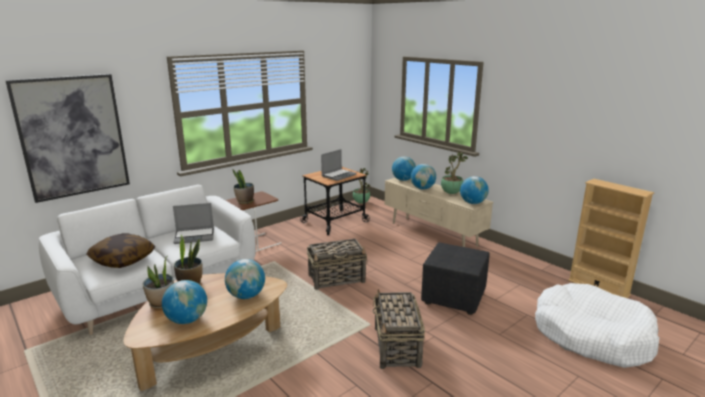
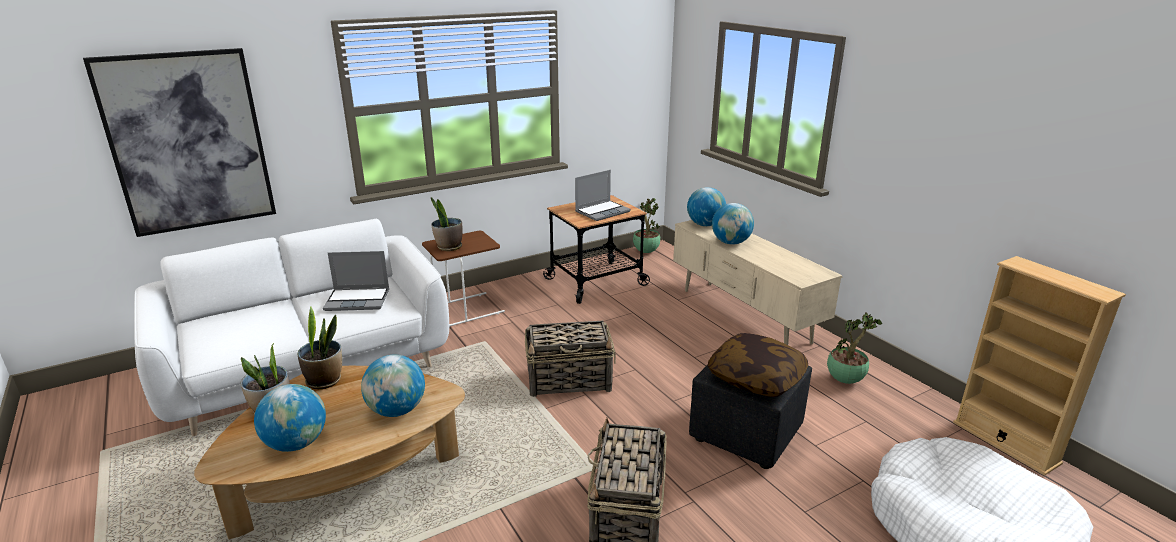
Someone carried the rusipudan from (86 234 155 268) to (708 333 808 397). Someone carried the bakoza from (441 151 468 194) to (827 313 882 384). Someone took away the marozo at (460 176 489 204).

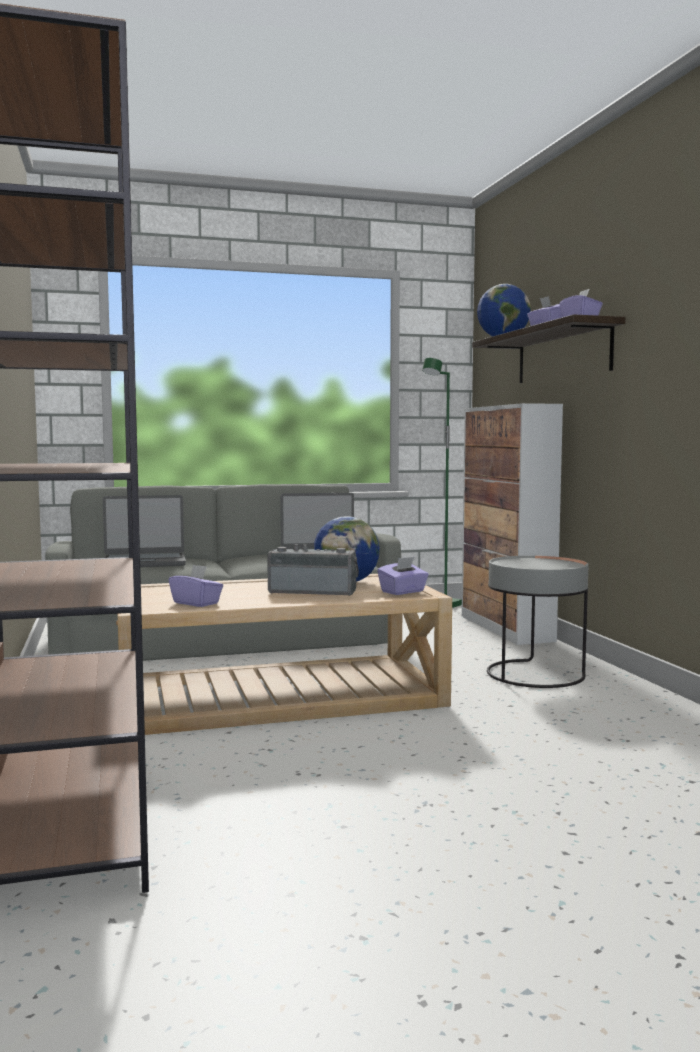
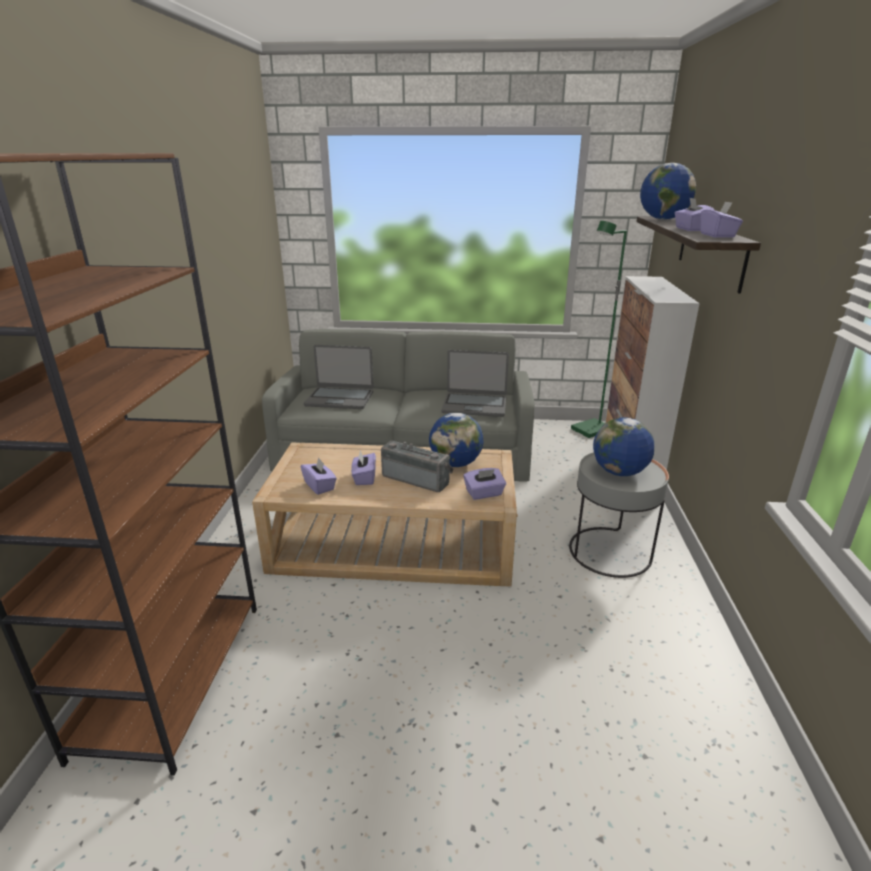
Someone put down the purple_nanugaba at (351 450 376 485). Someone put down the marozo at (593 417 654 476).

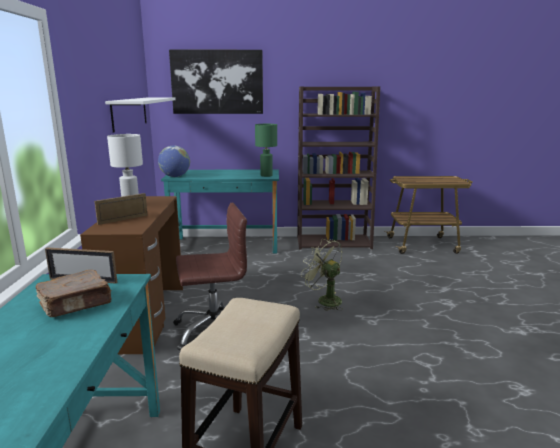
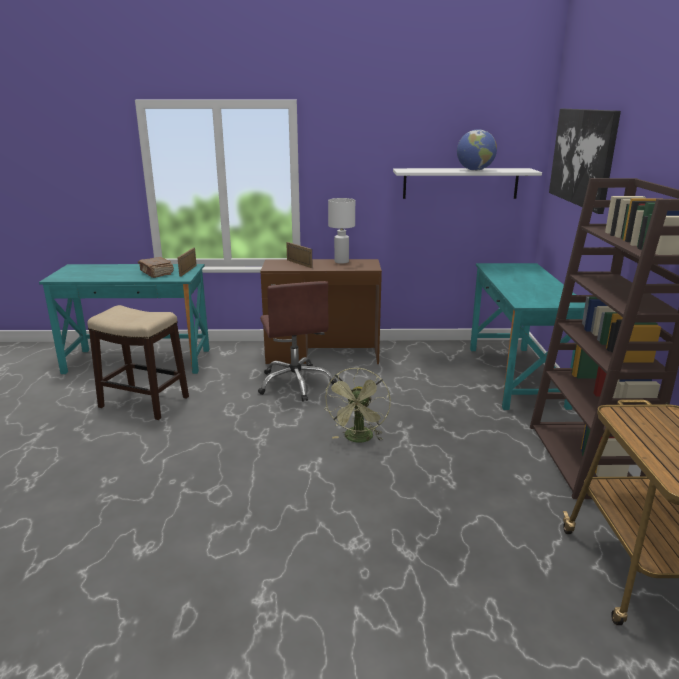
Someone carried the marozo from (158 145 190 177) to (457 129 497 171). Someone took away the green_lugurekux at (255 124 277 177). Someone rotated the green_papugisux at (301 239 343 311) by 150 degrees clockwise.

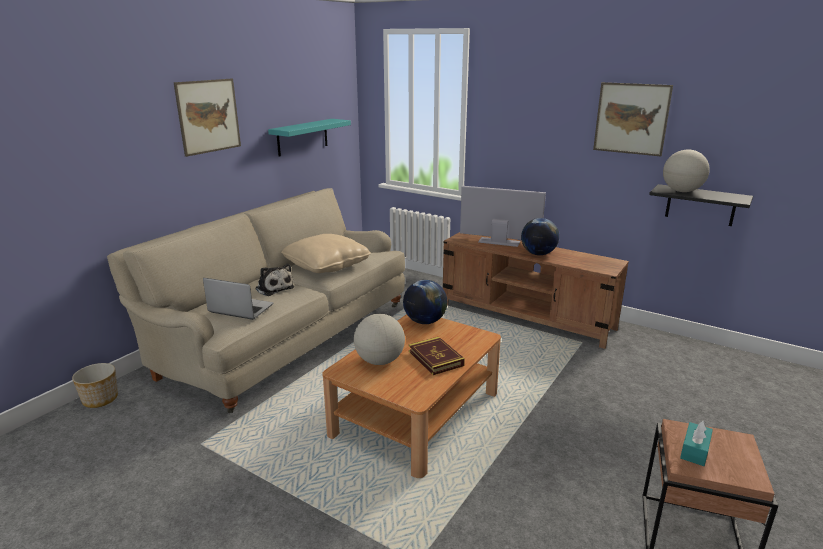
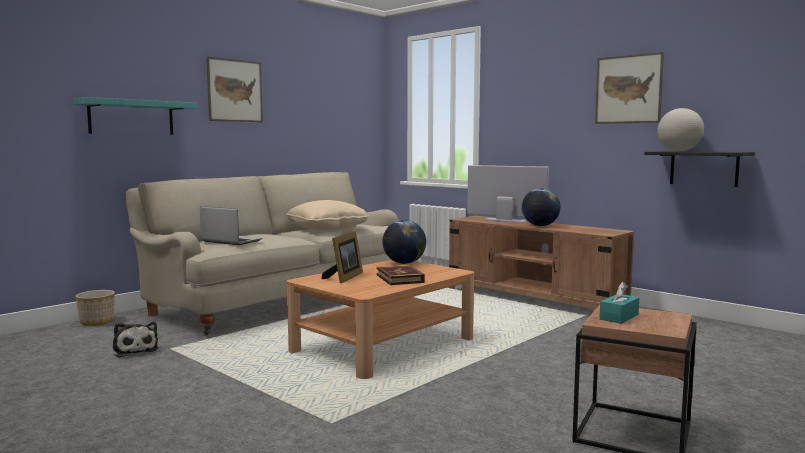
Someone carried the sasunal from (255 263 294 296) to (113 322 158 358). Someone carried the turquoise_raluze from (268 119 351 157) to (73 97 197 135). Someone swapped the marozo at (354 314 405 365) for the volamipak at (321 231 363 283).

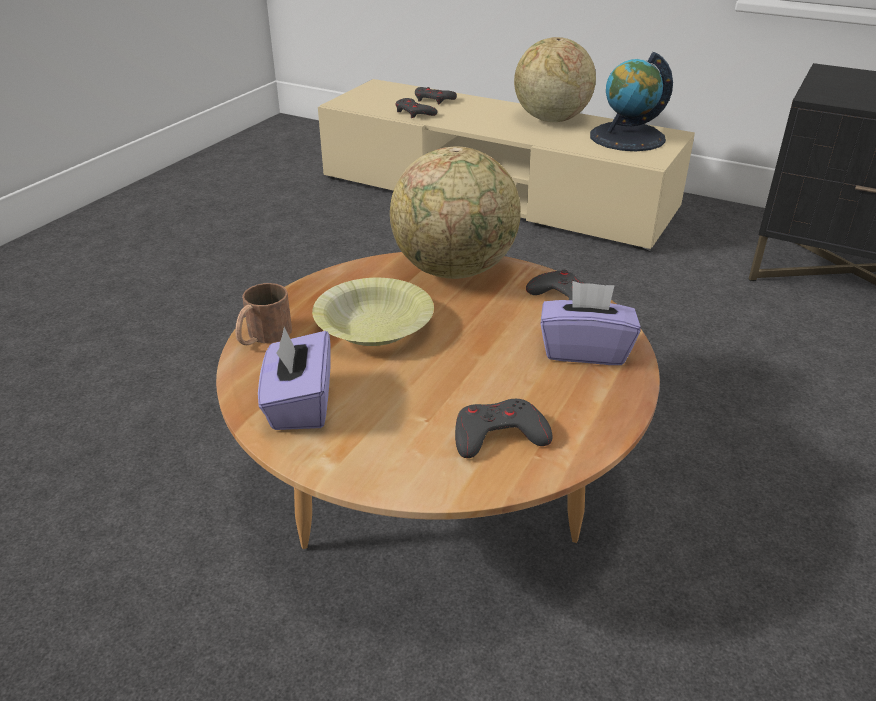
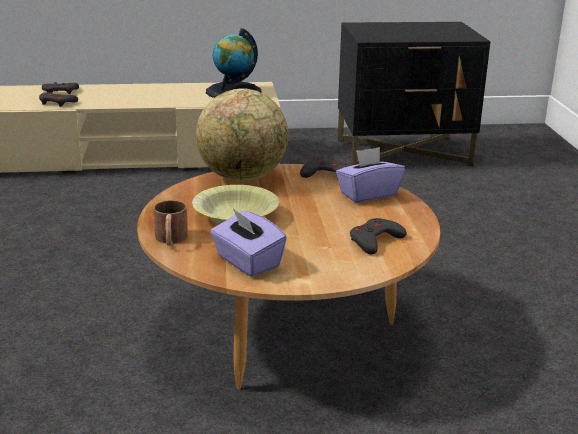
Someone took away the marozo at (514 37 596 122).

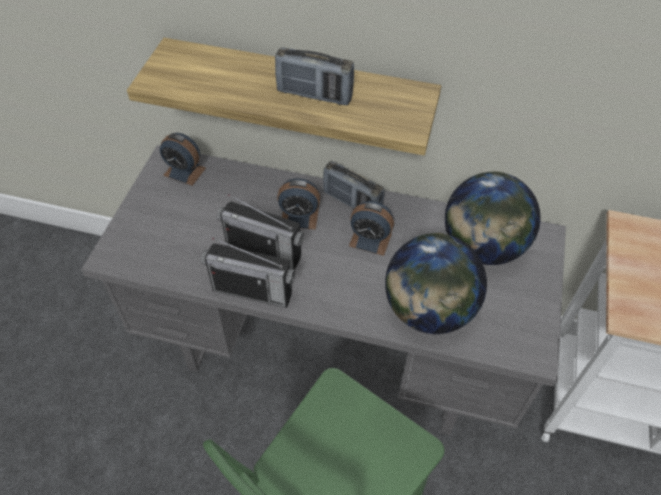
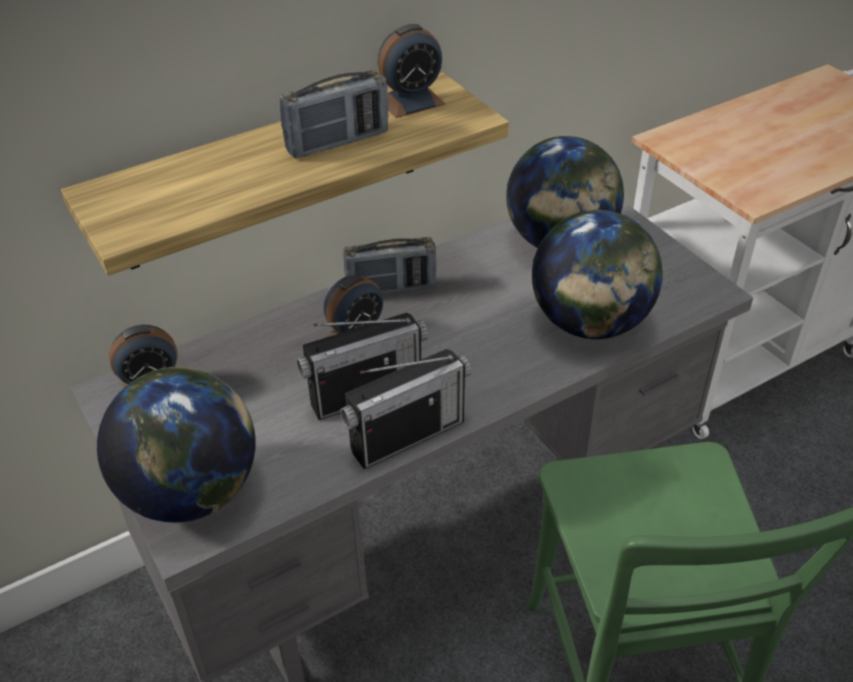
Someone carried the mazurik from (349 201 394 256) to (378 24 446 118). Someone put down the marozo at (97 367 255 523).

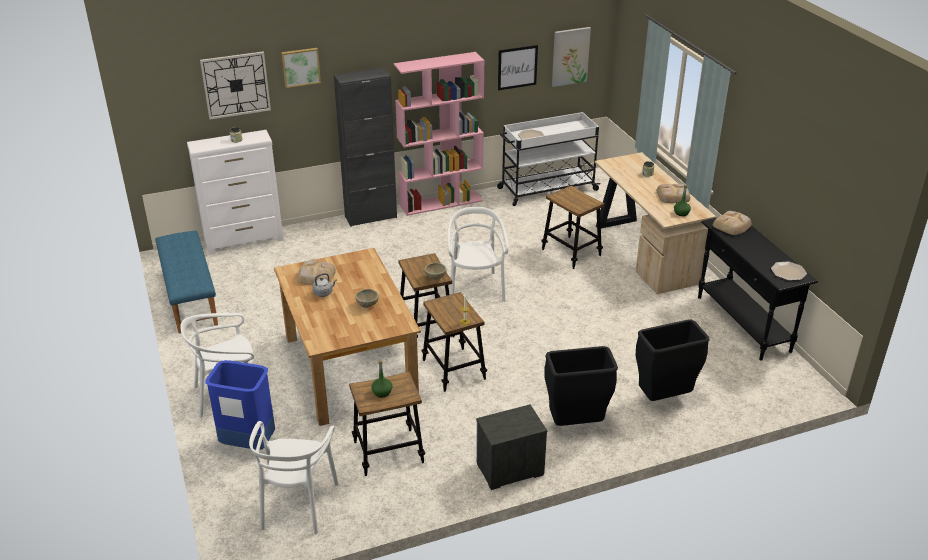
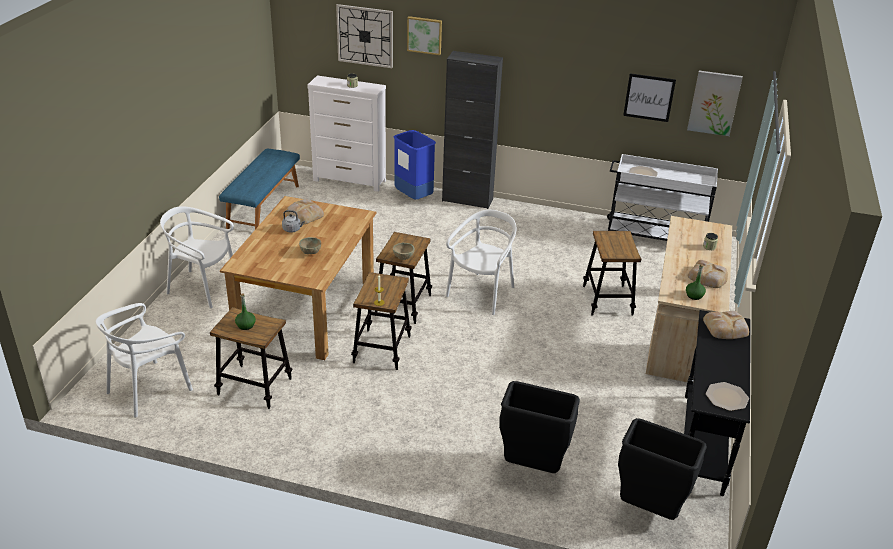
Someone carried the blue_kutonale from (205 360 275 449) to (393 130 436 200). Someone took away the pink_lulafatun at (394 52 485 216). Someone took away the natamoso at (476 404 547 490). Someone carried the black_kutonale from (544 346 618 426) to (618 418 707 520).

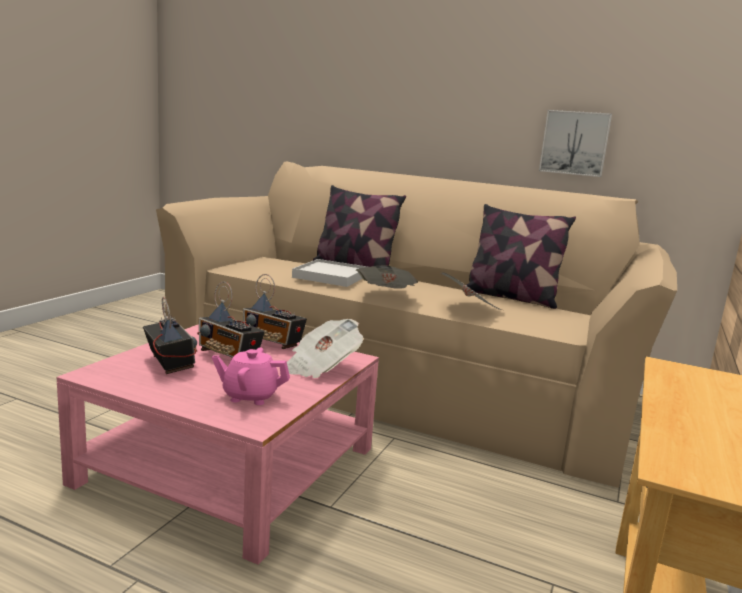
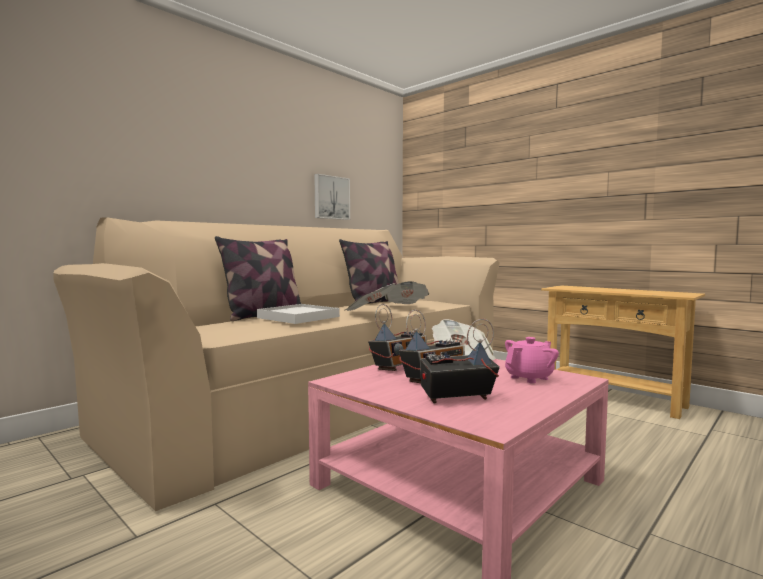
Someone rotated the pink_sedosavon at (212 347 290 405) by 150 degrees counterclockwise.

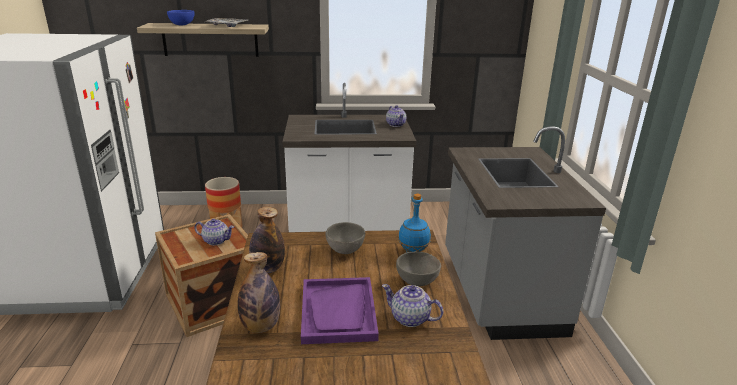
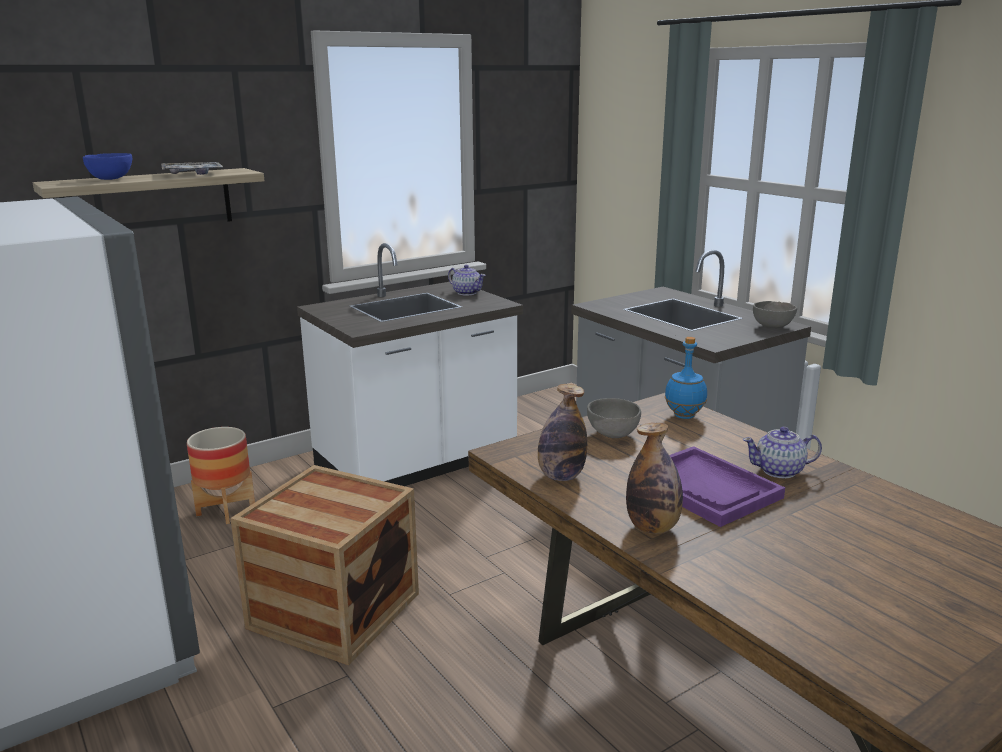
Someone took away the sedosavon at (194 219 234 245). Someone carried the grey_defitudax from (396 252 441 286) to (753 301 797 328).

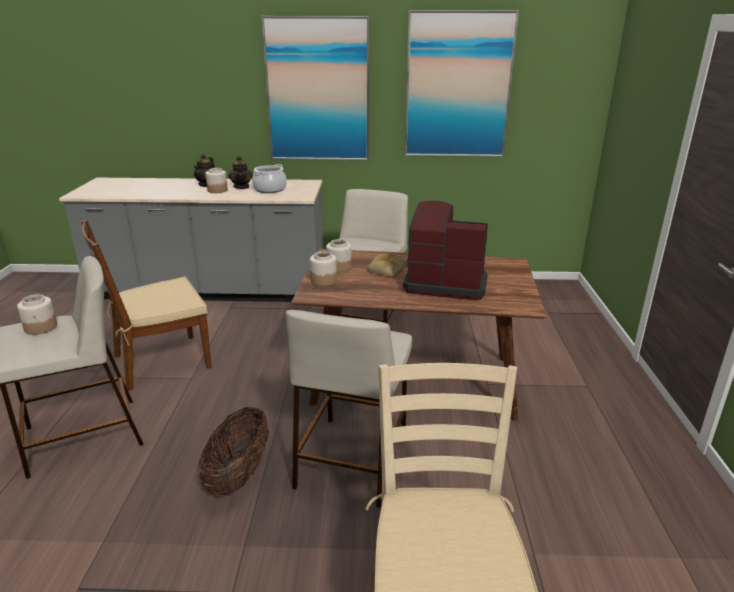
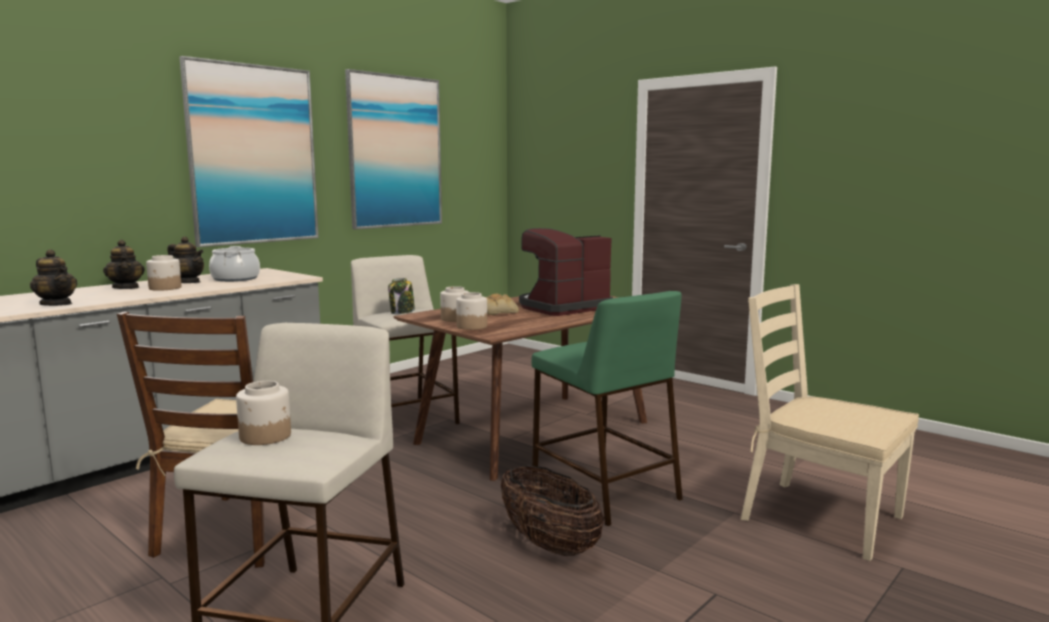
Someone repainted the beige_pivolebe at (285 310 412 508), which became the green_pivolebe at (532 291 683 526). Someone put down the sedosavon at (30 249 77 306). Someone put down the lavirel at (388 278 415 314).

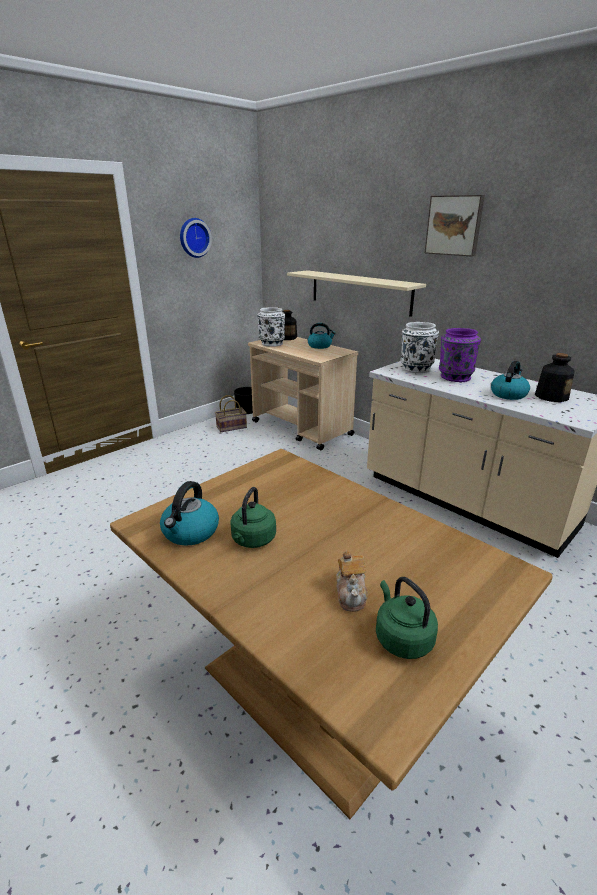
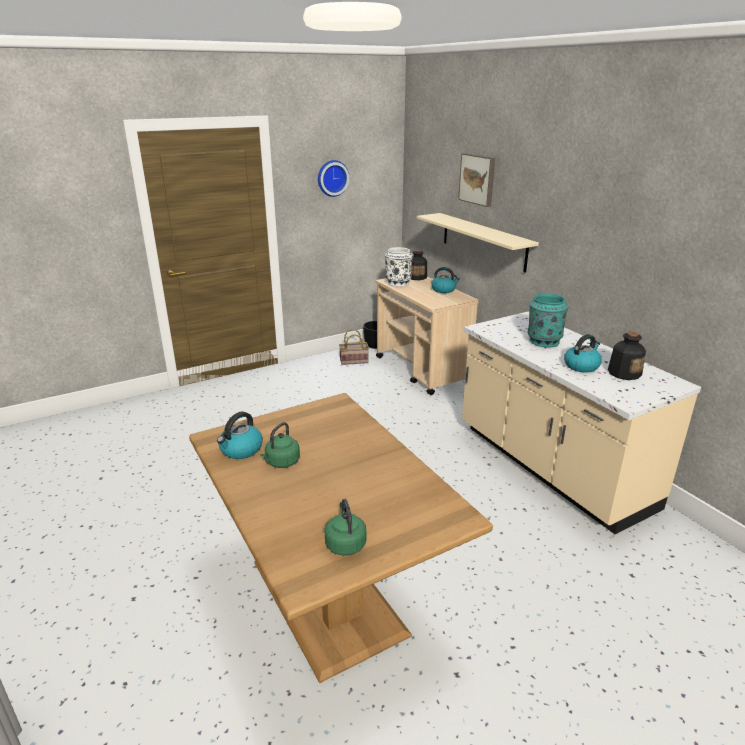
Someone took away the sedosavon at (336 550 368 612). Someone took away the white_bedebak at (401 322 439 373). Someone carried the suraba from (425 195 485 257) to (458 153 495 207). Someone repainted the purple_bedebak at (439 328 481 382), which became the turquoise_bedebak at (528 293 569 348).

